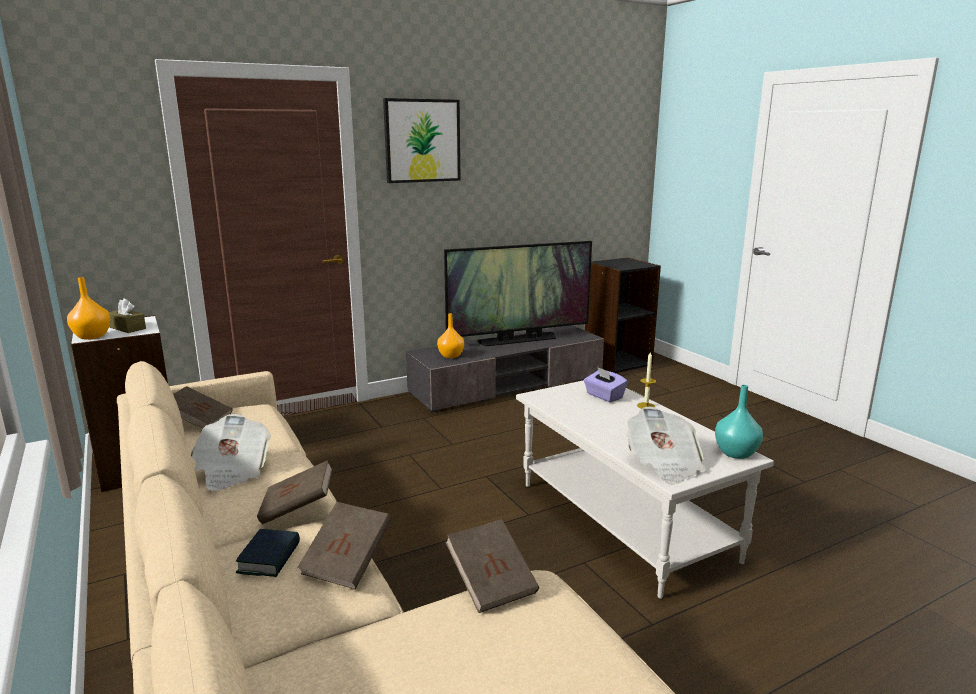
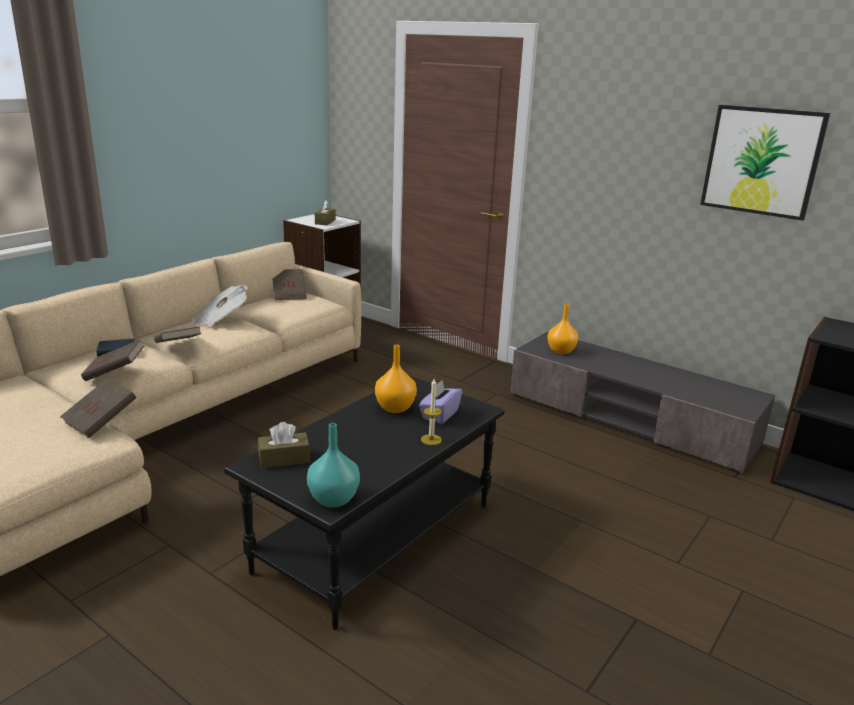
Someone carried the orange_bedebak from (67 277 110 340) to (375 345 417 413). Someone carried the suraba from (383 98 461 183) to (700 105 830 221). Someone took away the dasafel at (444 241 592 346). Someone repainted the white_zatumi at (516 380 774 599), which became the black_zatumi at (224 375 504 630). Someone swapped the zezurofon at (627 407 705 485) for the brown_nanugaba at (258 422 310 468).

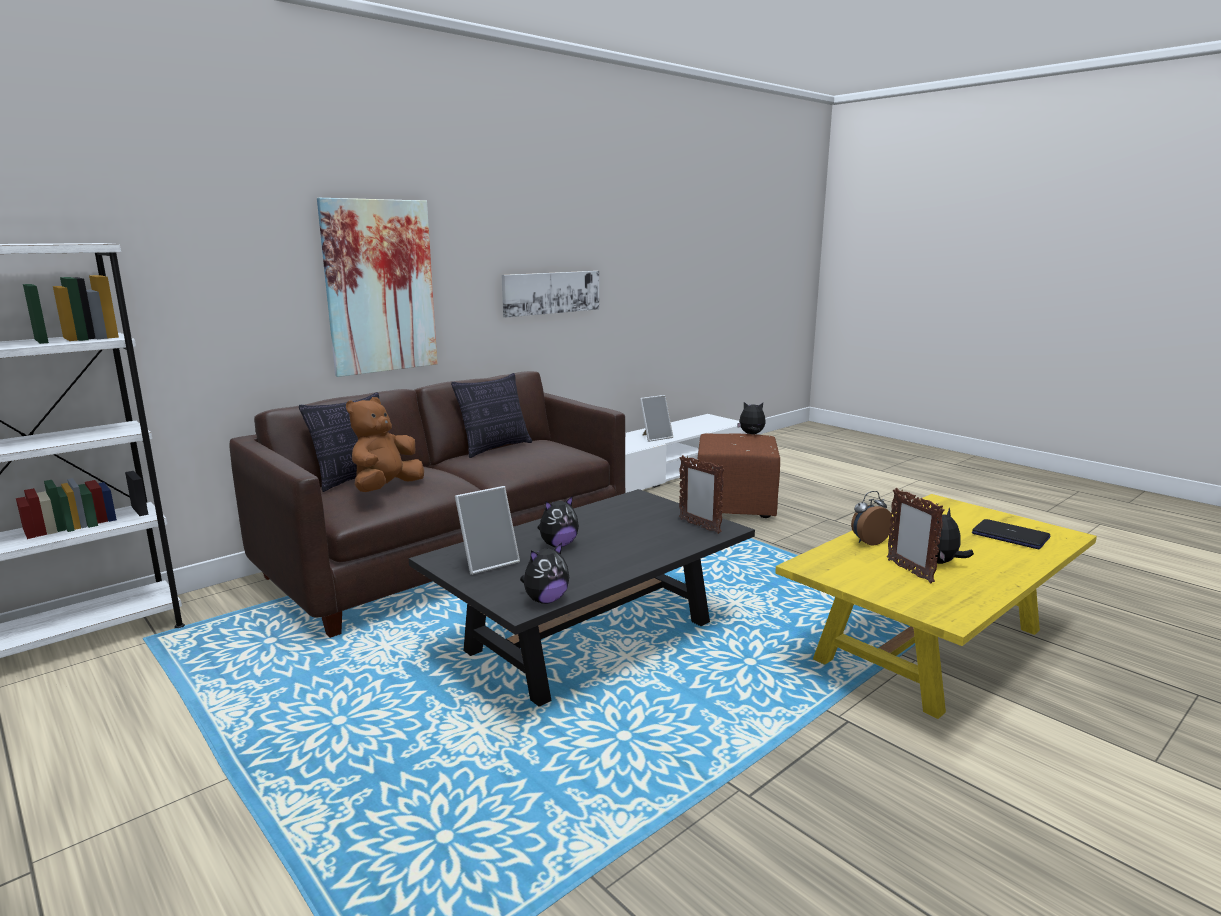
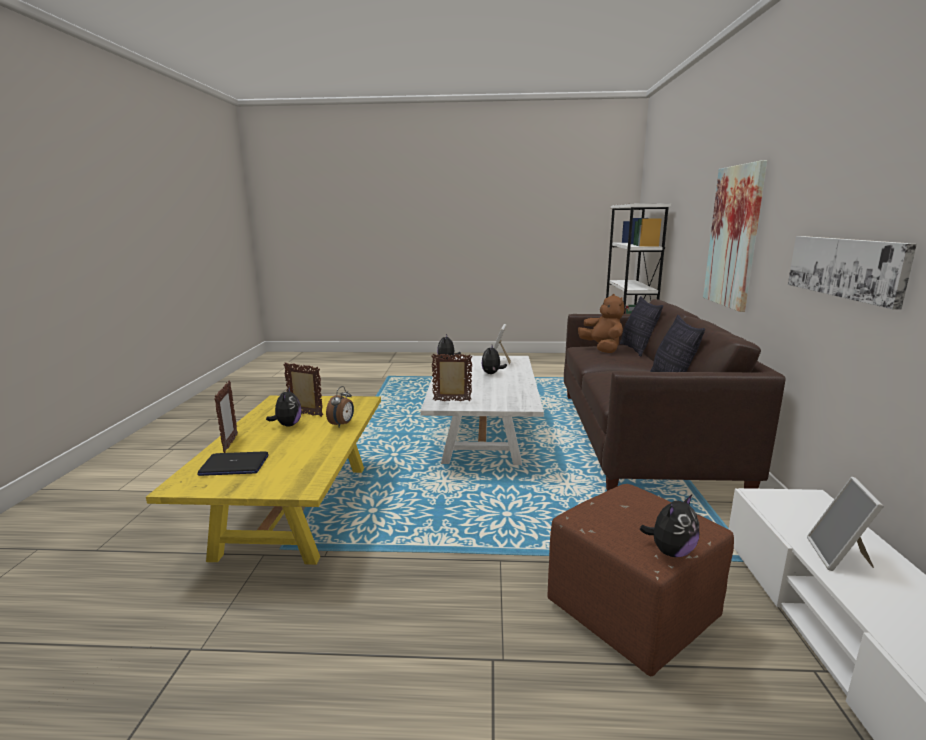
Someone repainted the black_zatumi at (409 489 755 707), which became the white_zatumi at (420 356 544 465). Someone put down the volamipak at (214 380 238 453).

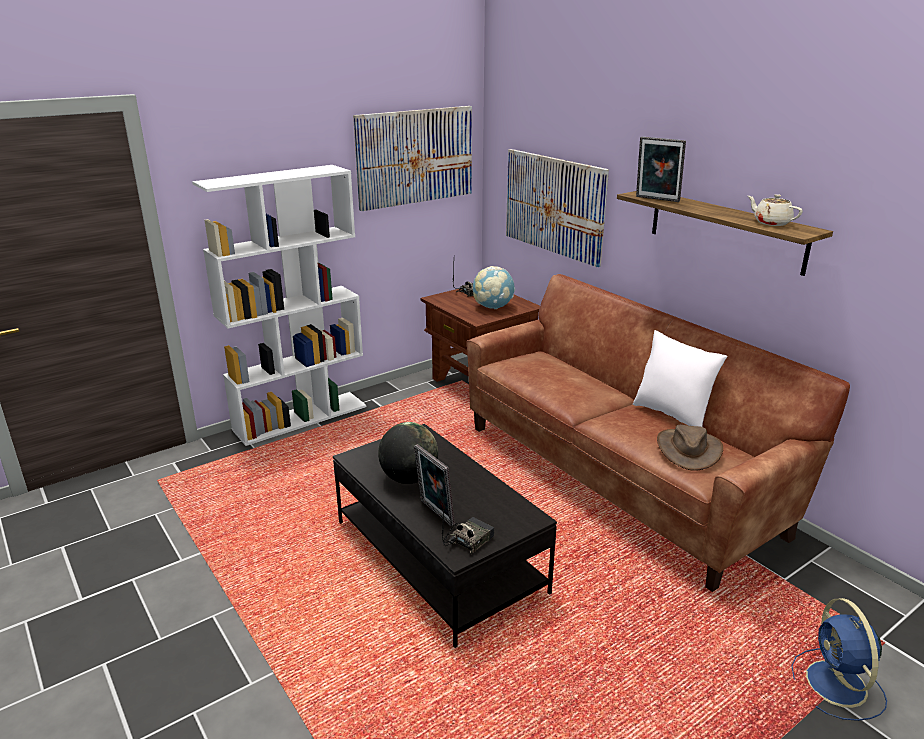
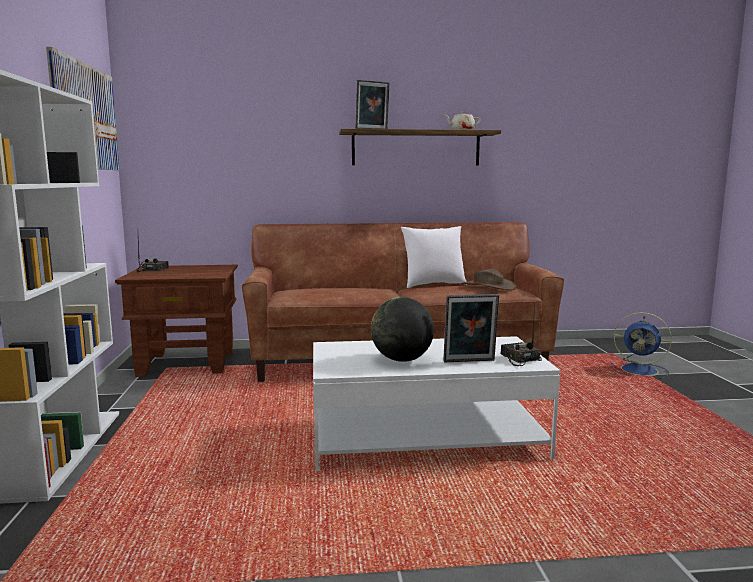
Someone repainted the black_zatumi at (333 424 557 648), which became the white_zatumi at (313 336 560 471). Someone took away the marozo at (473 266 515 309). Someone took away the suraba at (506 149 609 267).

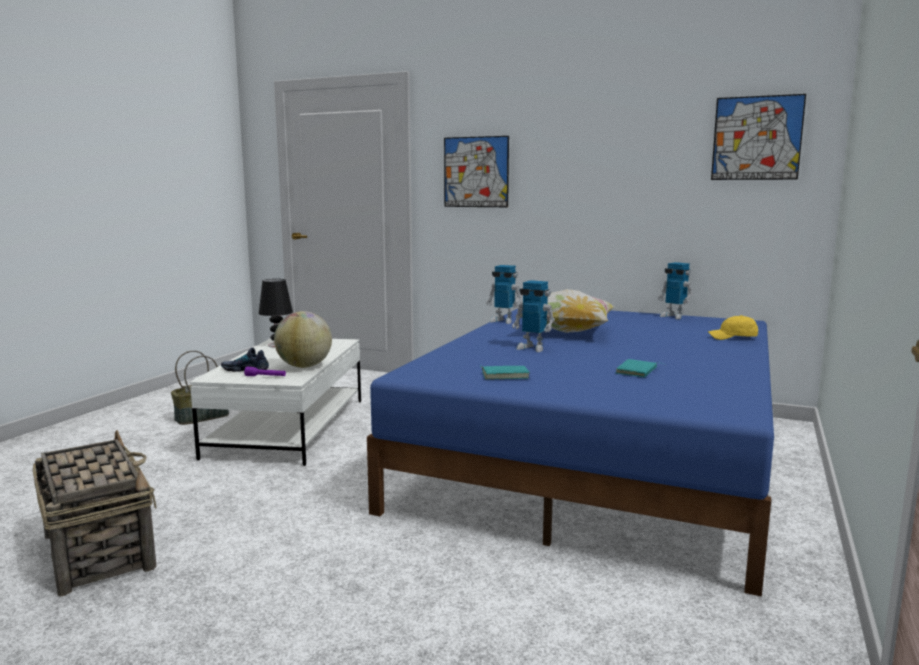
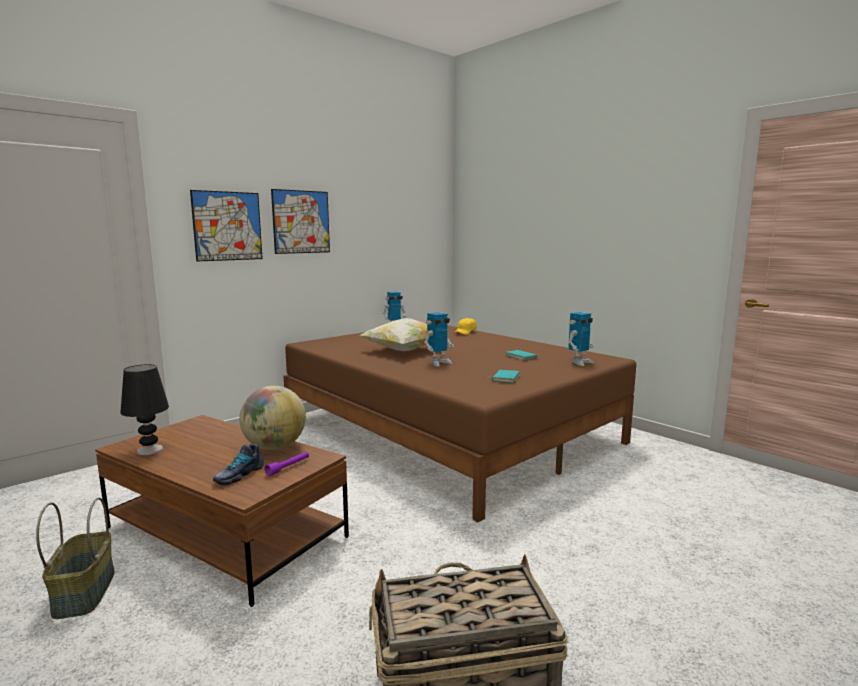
Someone repainted the white_zatumi at (190 338 361 466), which became the brown_zatumi at (95 415 349 607). Someone repainted the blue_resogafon at (367 308 774 597), which became the brown_resogafon at (283 323 636 522). Someone carried the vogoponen from (486 265 521 324) to (568 312 594 366). Someone carried the suraba from (711 94 806 180) to (271 189 330 254).

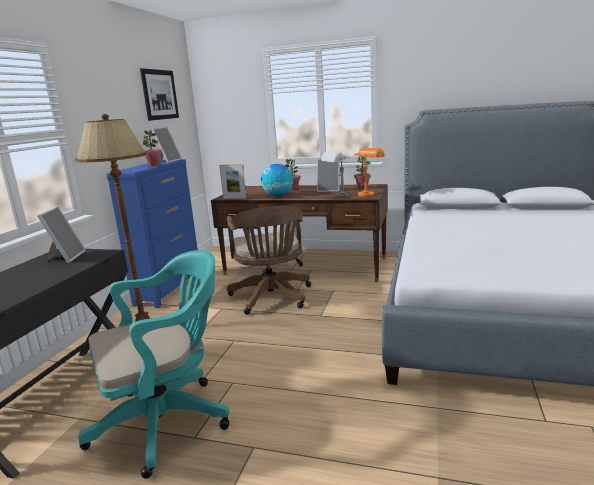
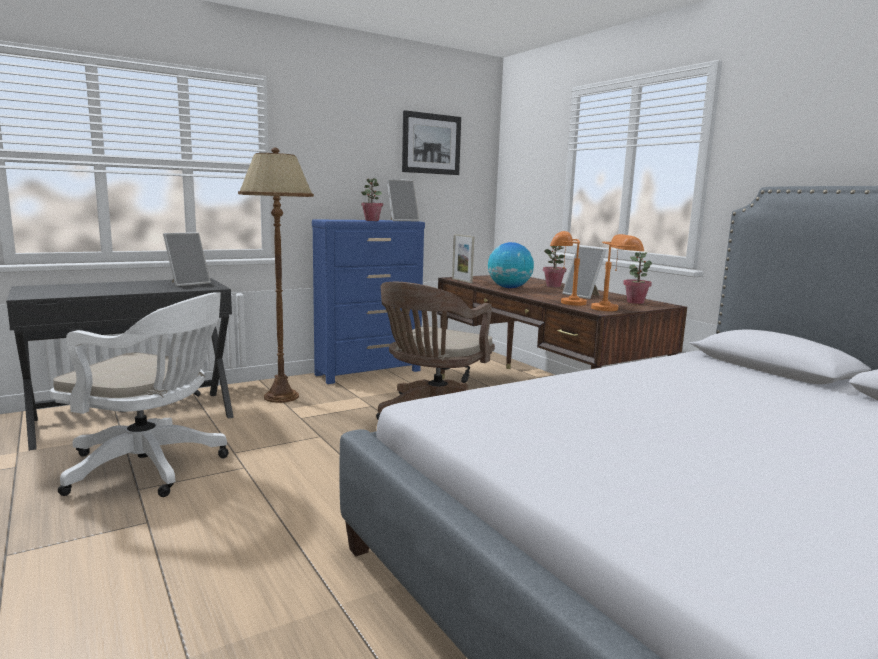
Someone repainted the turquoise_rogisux at (78 250 229 479), which became the white_rogisux at (50 292 229 497). Someone repainted the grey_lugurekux at (321 151 351 198), which became the orange_lugurekux at (550 231 587 305).

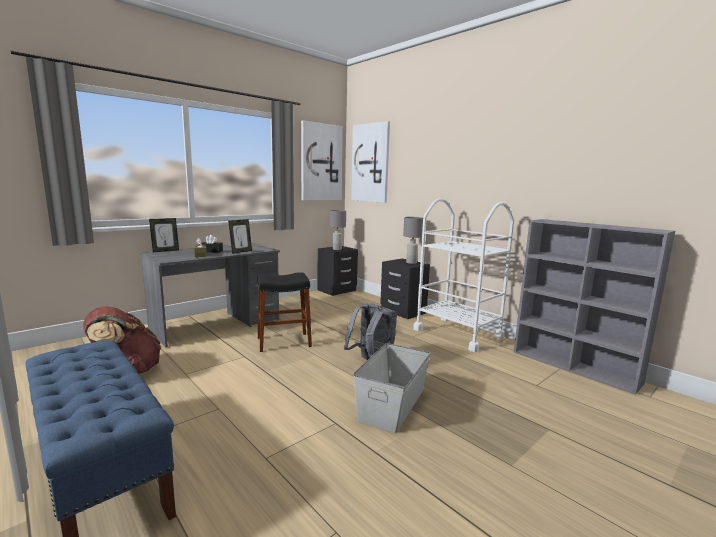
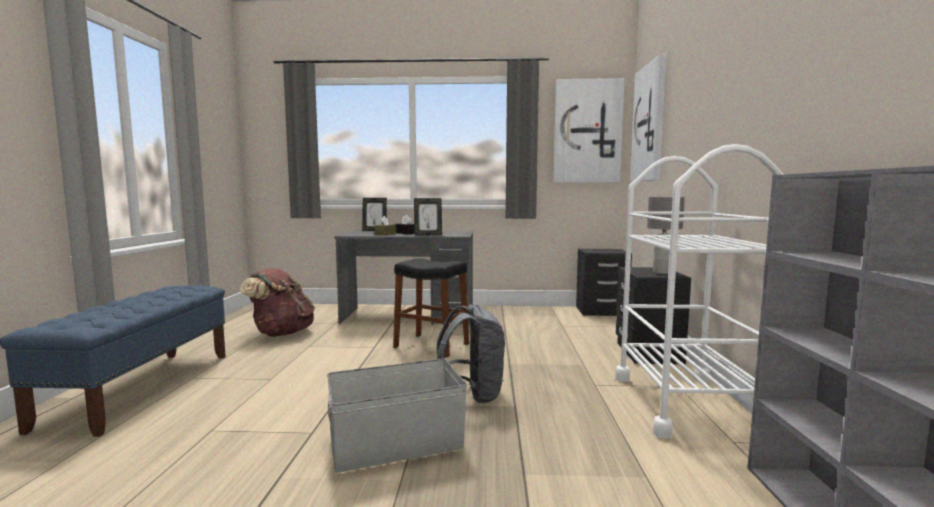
Someone took away the grey_lugurekux at (329 210 346 250).

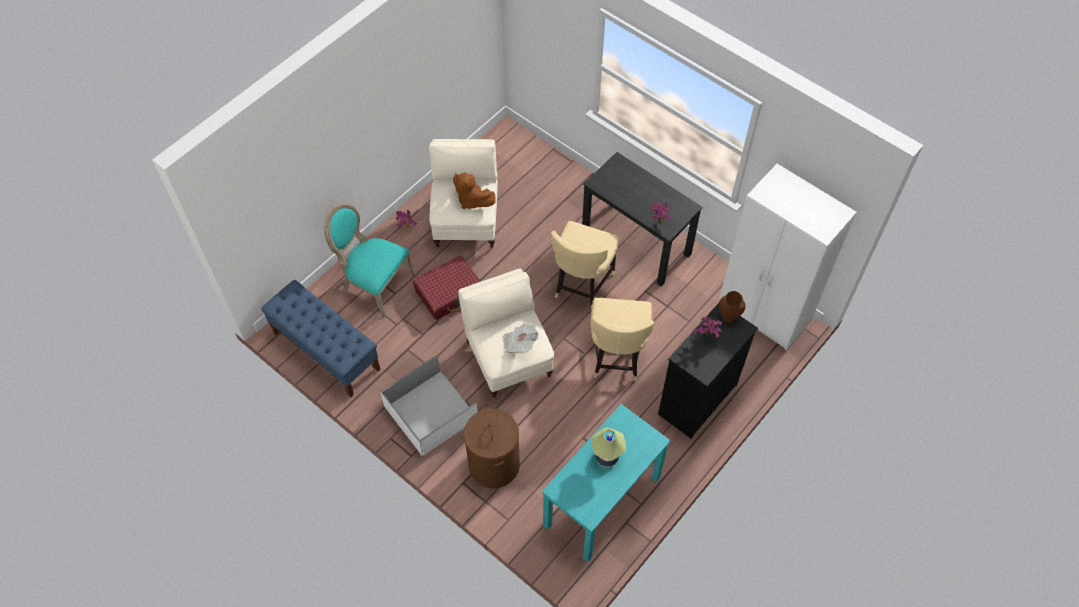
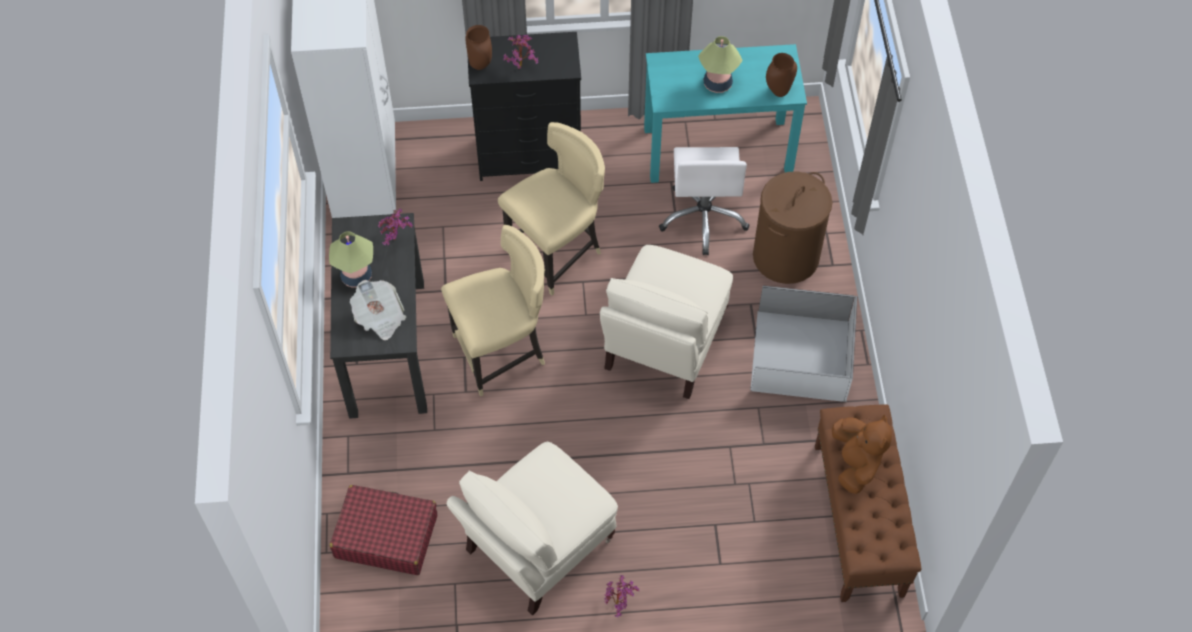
Someone repainted the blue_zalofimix at (261 280 380 398), which became the brown_zalofimix at (815 405 921 602). Someone took away the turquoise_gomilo at (324 203 415 318). Someone carried the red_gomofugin from (413 255 481 320) to (330 485 437 575). Someone carried the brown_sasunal from (453 172 496 209) to (832 415 892 494). Someone carried the zezurofon from (503 324 539 354) to (350 280 406 340). Someone put down the lugurekux at (329 231 373 288). Someone put down the white_rogisux at (659 147 750 255). Someone put down the brown_bedebak at (766 53 797 97).

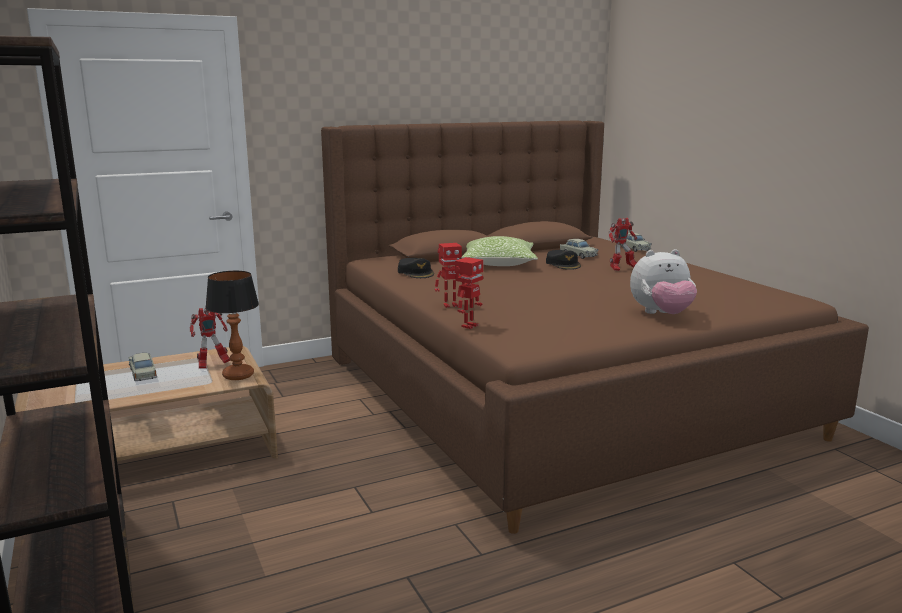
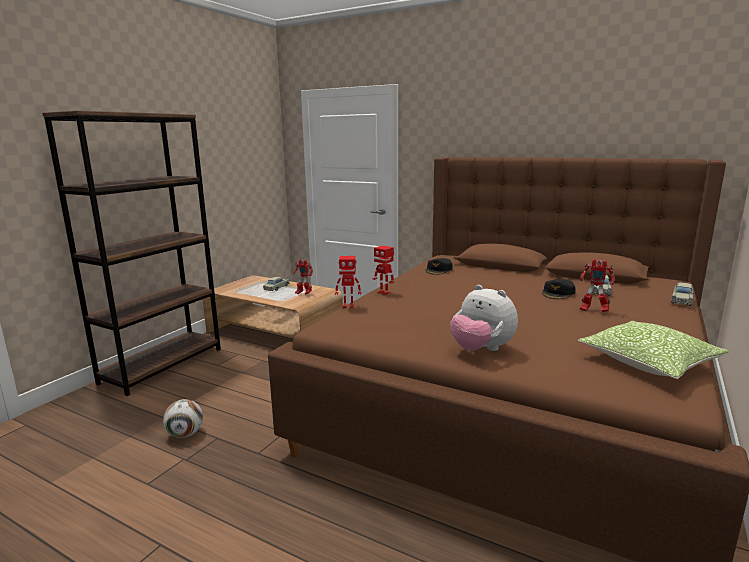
Someone took away the lugurekux at (205 271 259 380). Someone carried the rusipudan from (462 236 538 266) to (578 321 729 379). Someone put down the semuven at (163 399 203 438).

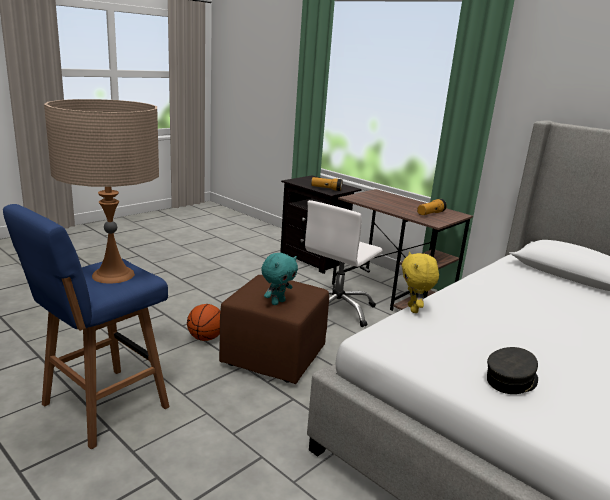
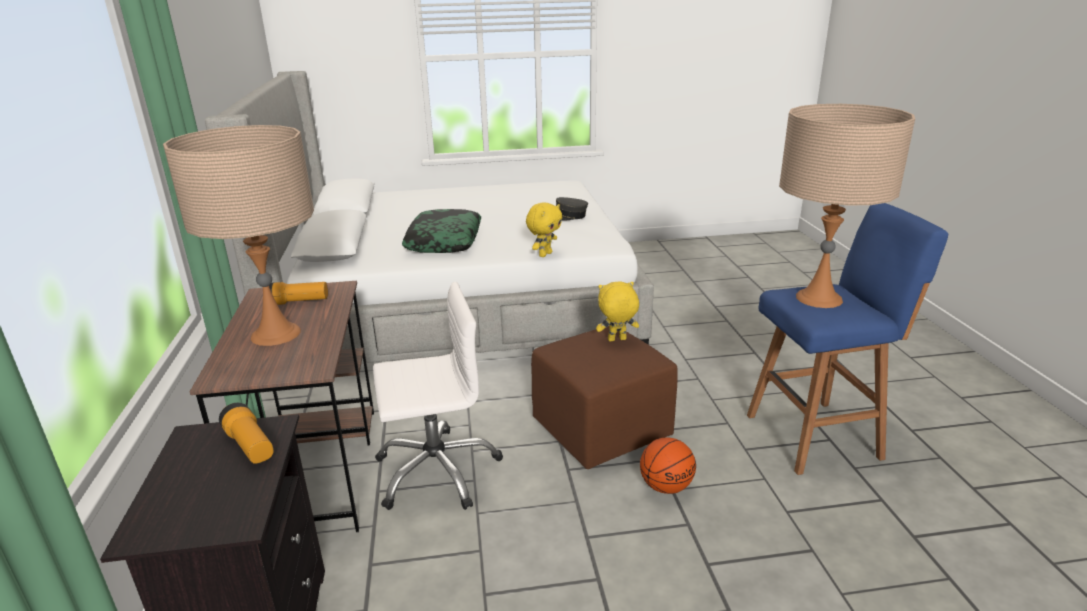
Someone repainted the turquoise_sasunal at (261 253 298 305), which became the yellow_sasunal at (596 281 639 342). Someone put down the beige_lugurekux at (163 125 314 346). Someone put down the rusipudan at (402 209 481 253).

